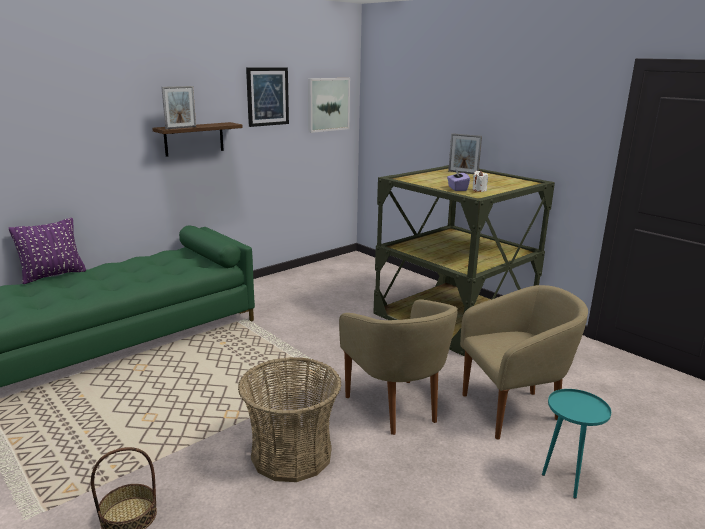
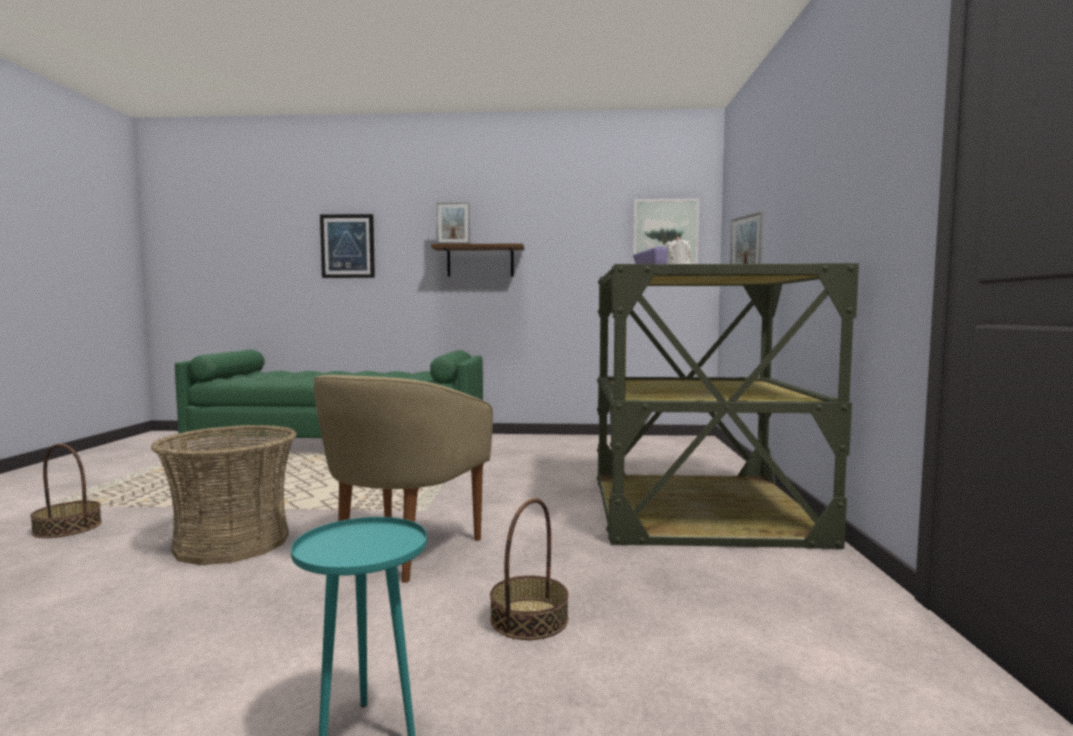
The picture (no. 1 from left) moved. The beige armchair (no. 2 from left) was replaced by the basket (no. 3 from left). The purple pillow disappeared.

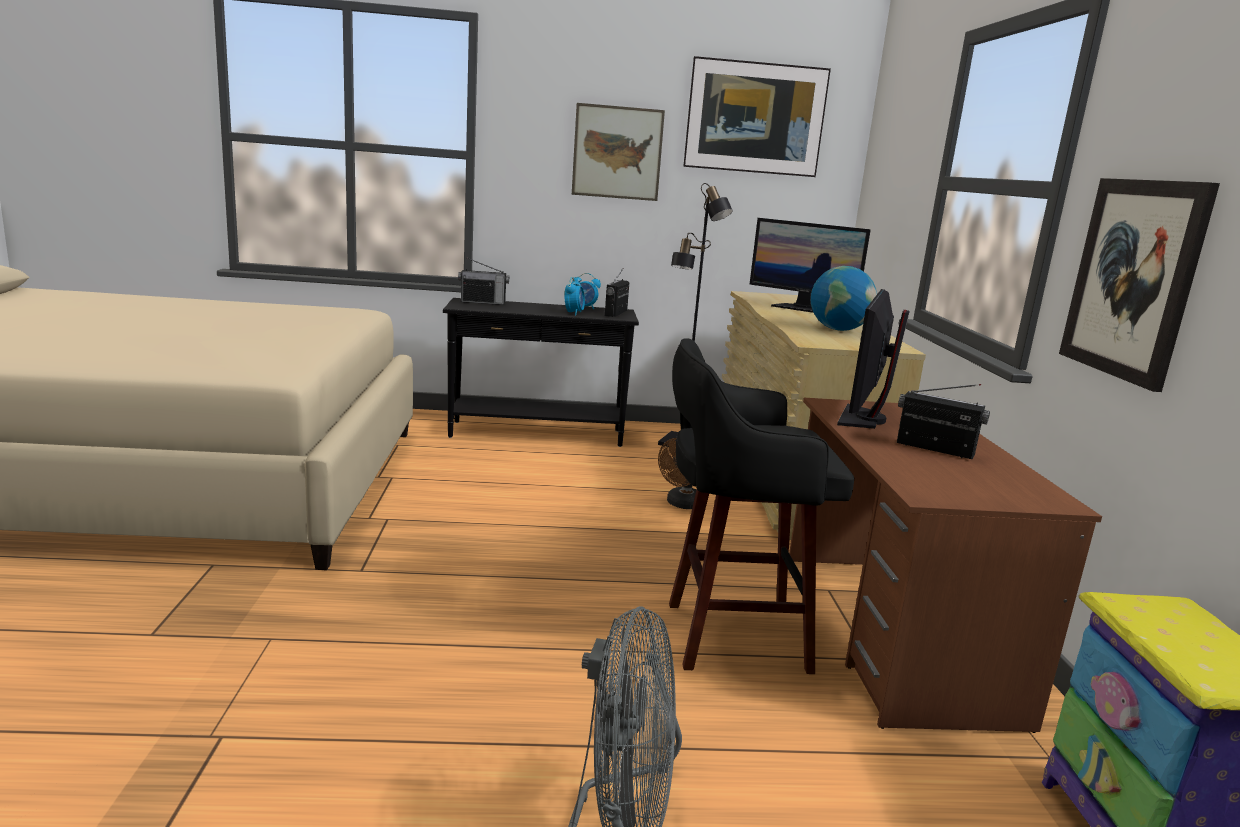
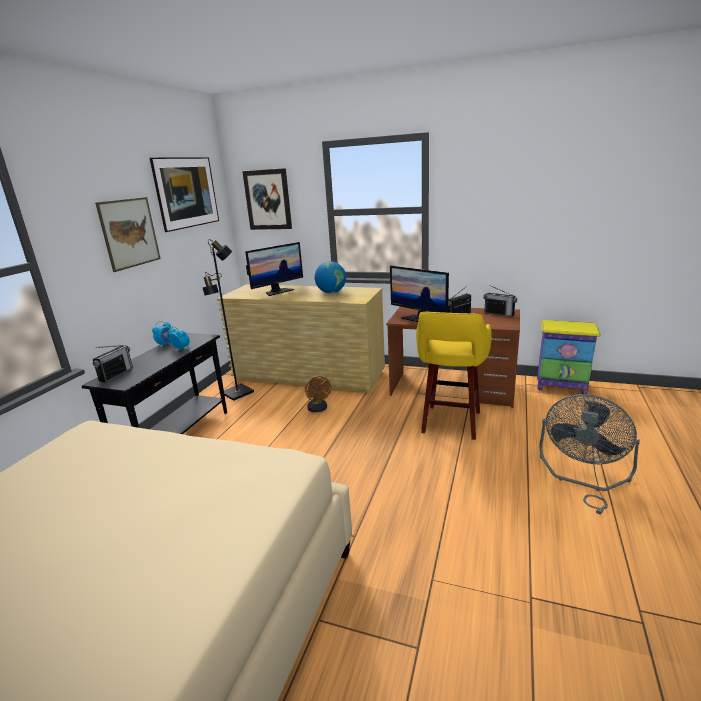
The picture (no. 3 from left) moved. The black stool became the yellow stool. The radio (no. 2 from left in the first image) moved.

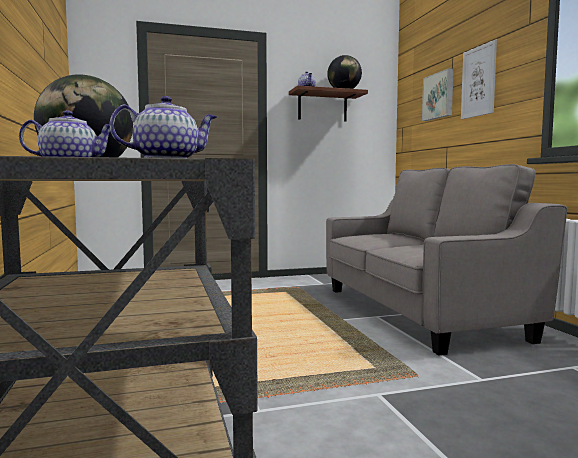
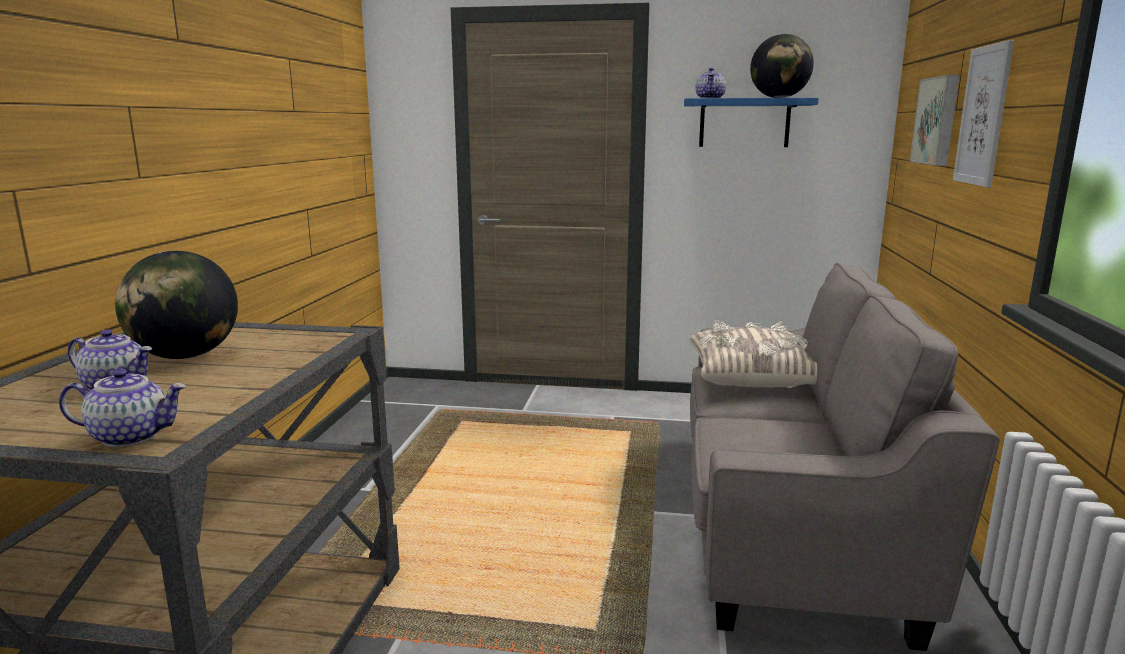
The brown shelf became the blue shelf. The beige pillow appeared.

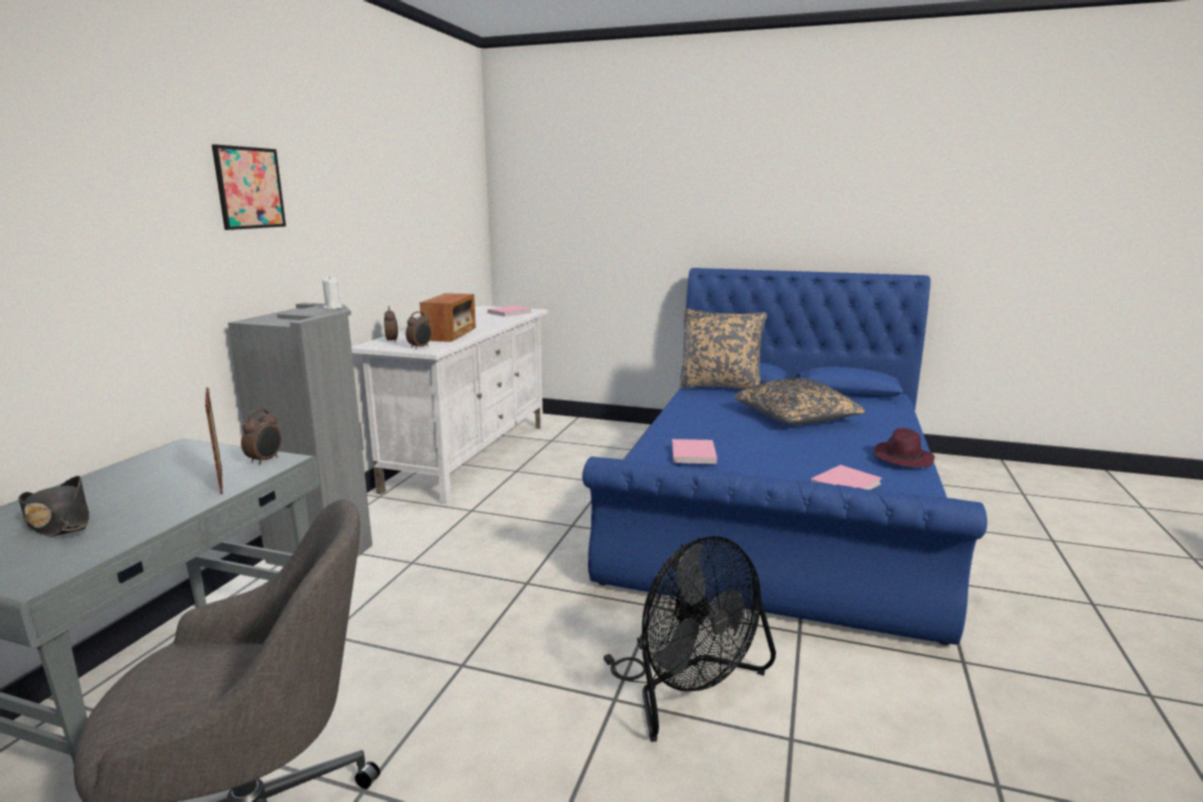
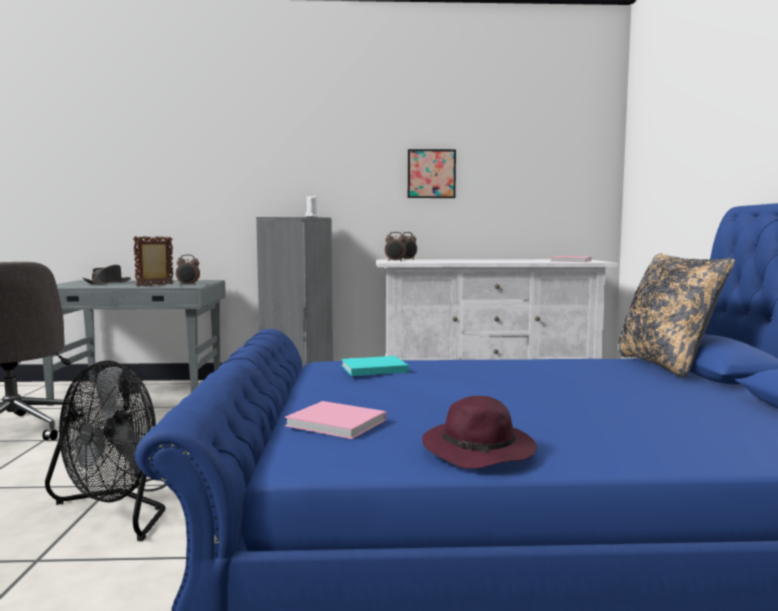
The pink book (no. 2 from left) became the turquoise book. The picture moved. The radio disappeared. The grey pillow (no. 2 from left) disappeared.

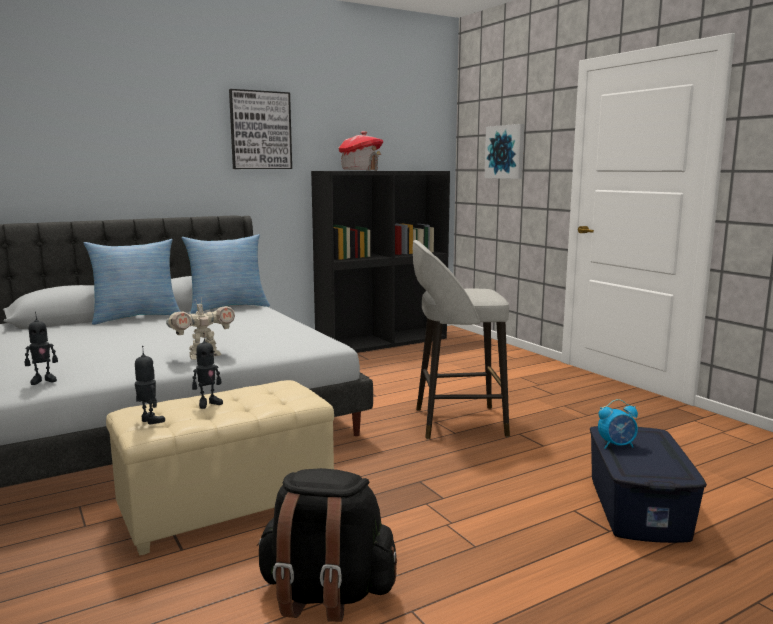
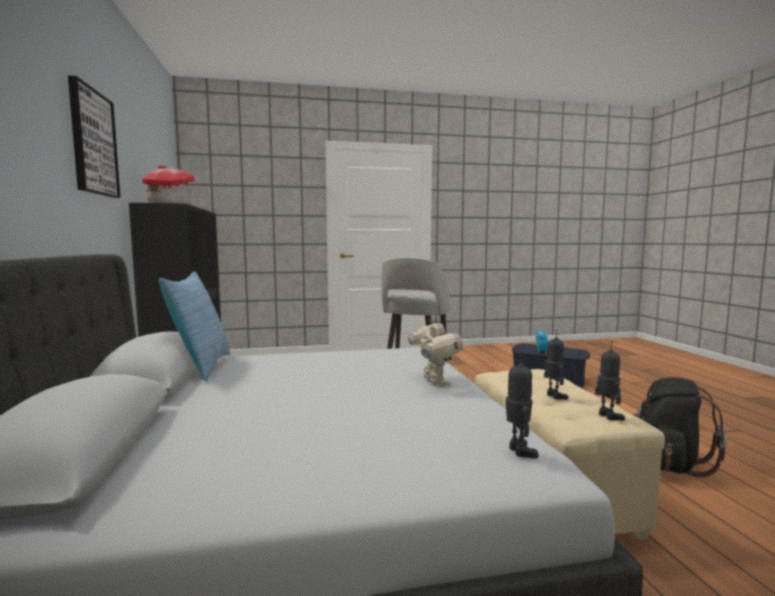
The toy robot (no. 2 from left in the first image) turned 105 degrees clockwise. The pillow (no. 1 from left) disappeared. The picture (no. 2 from left) disappeared.

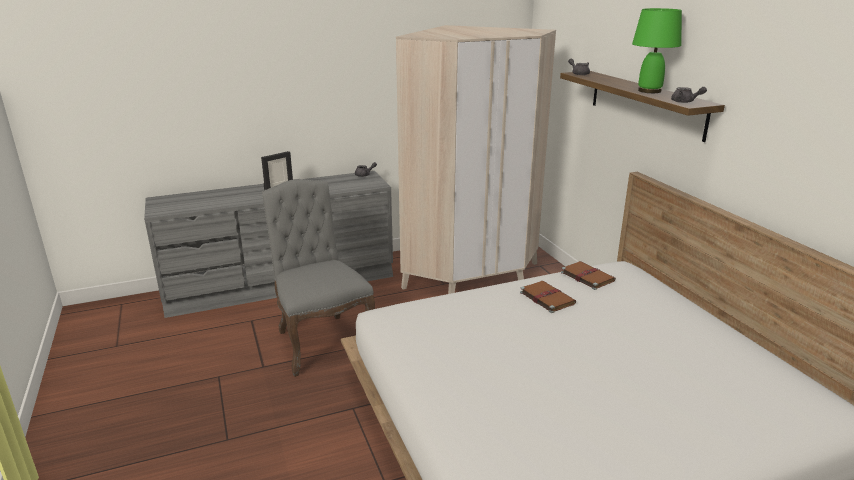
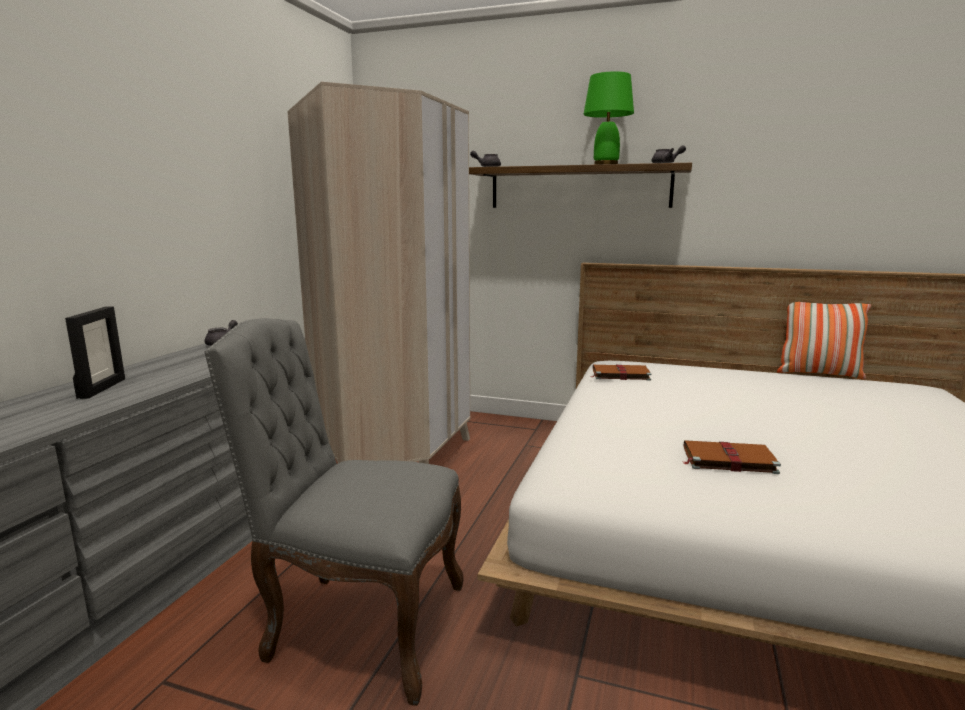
The brown book (no. 1 from left in the first image) moved. The pillow appeared.

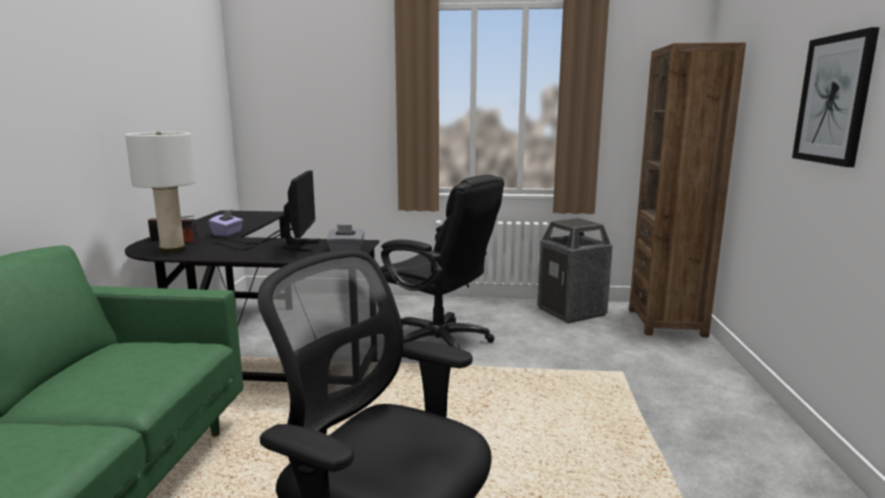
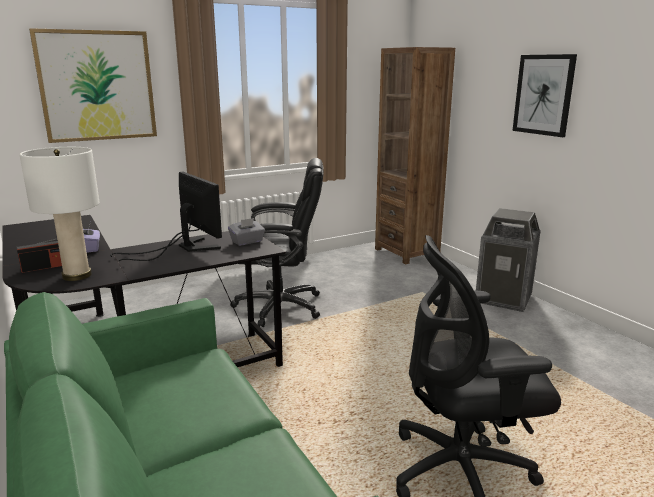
The picture (no. 1 from left) appeared. The trash can moved.

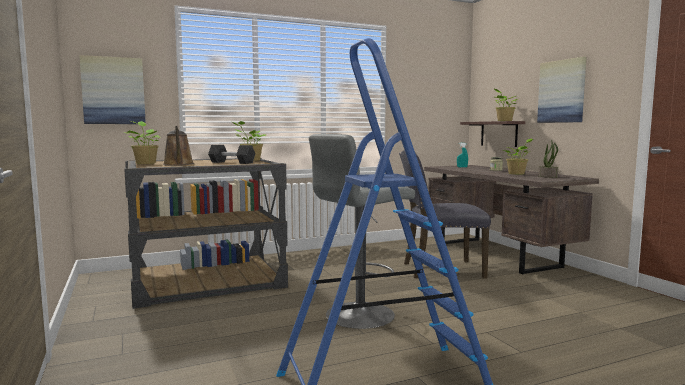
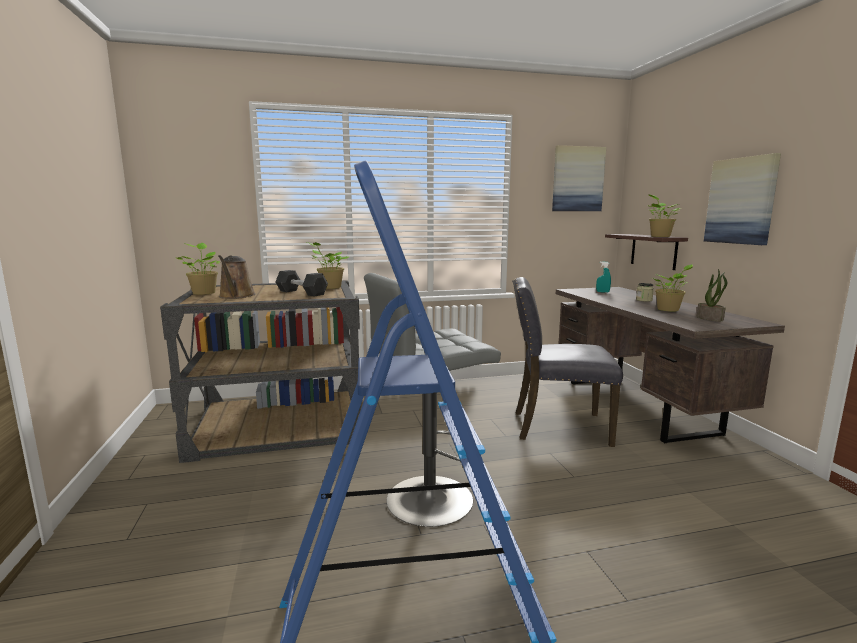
The picture (no. 1 from left) moved.

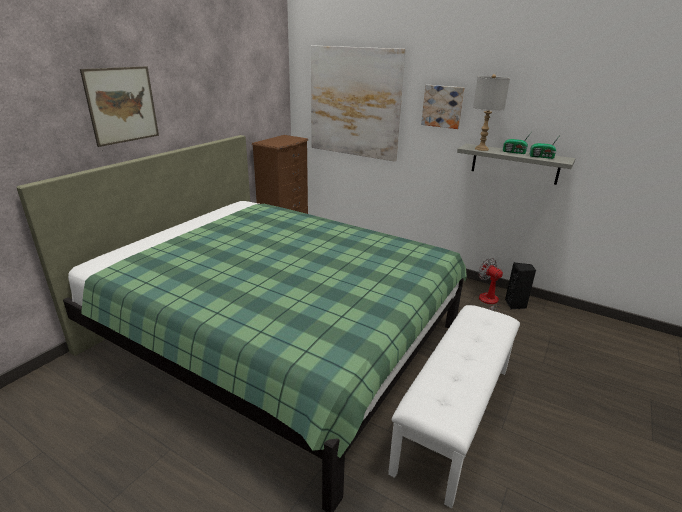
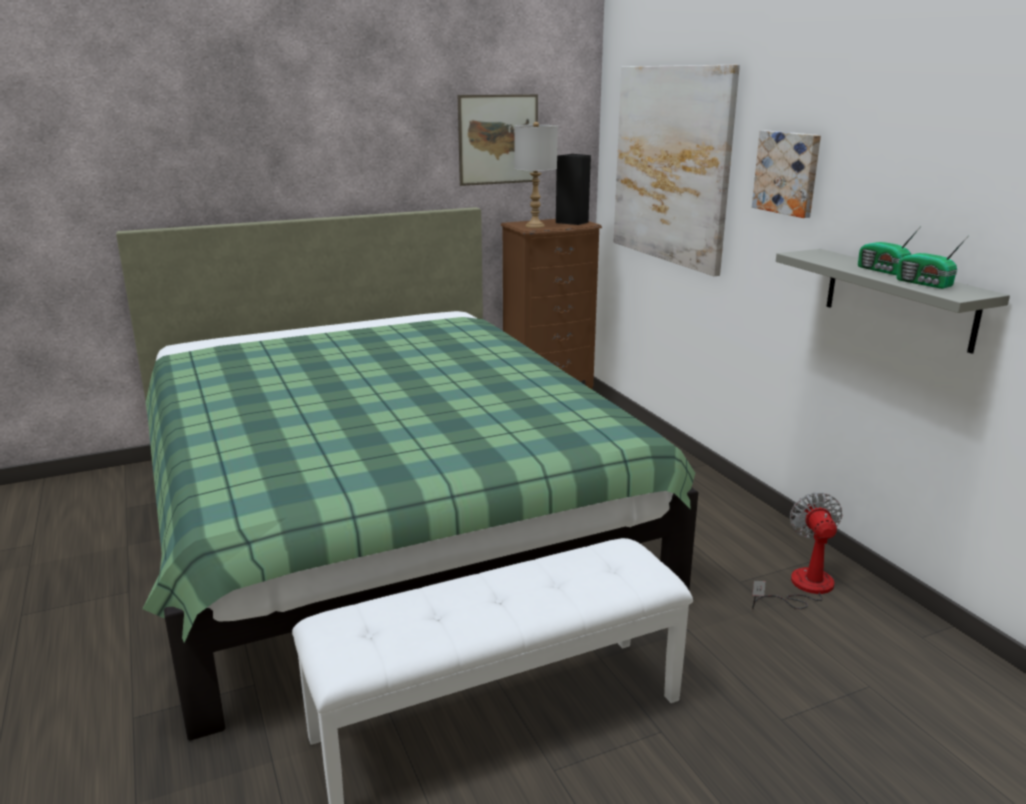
The picture (no. 1 from left) moved. The grey table lamp moved. The black speaker moved.

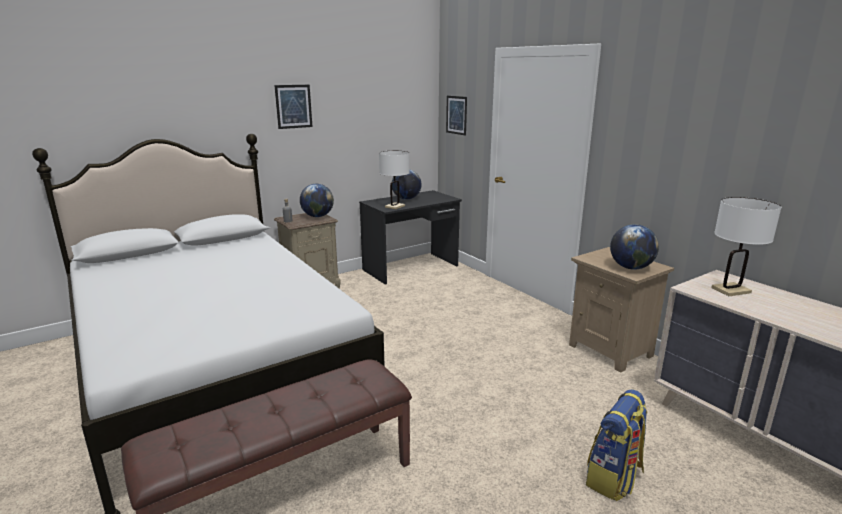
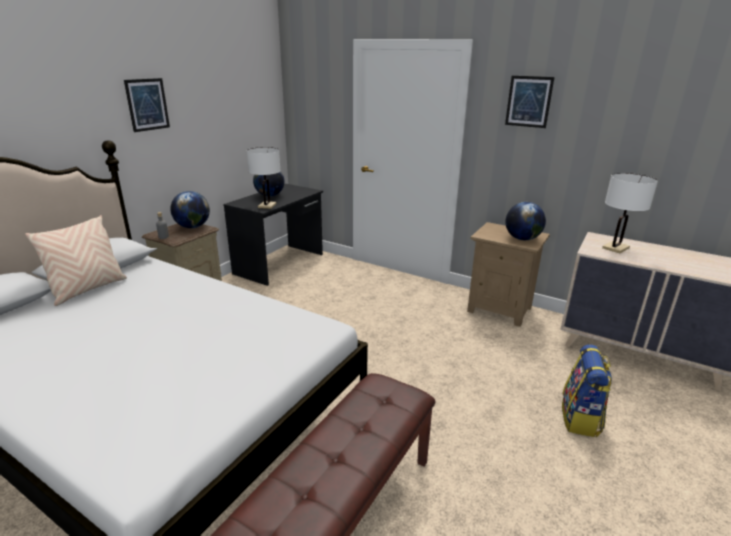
The beige pillow appeared. The picture (no. 2 from left) moved.

